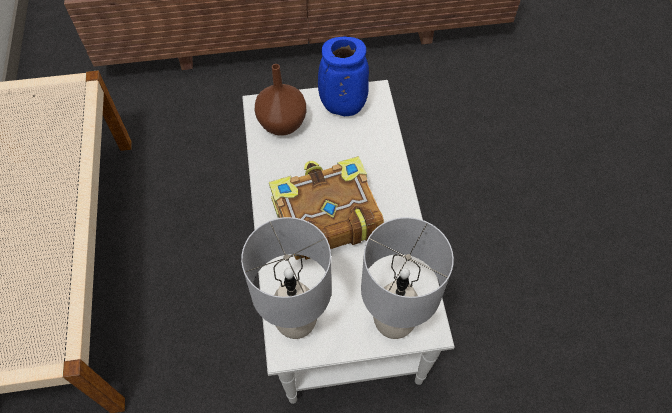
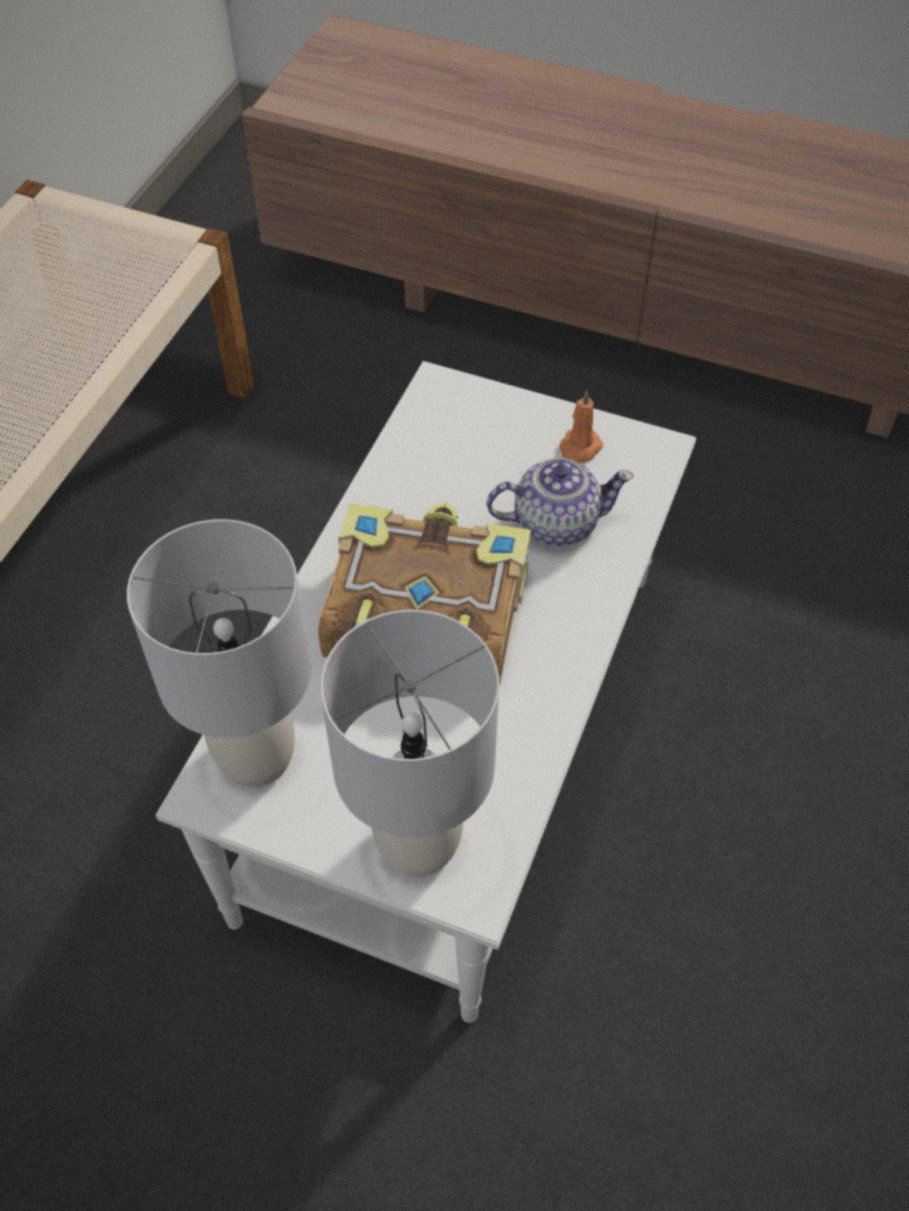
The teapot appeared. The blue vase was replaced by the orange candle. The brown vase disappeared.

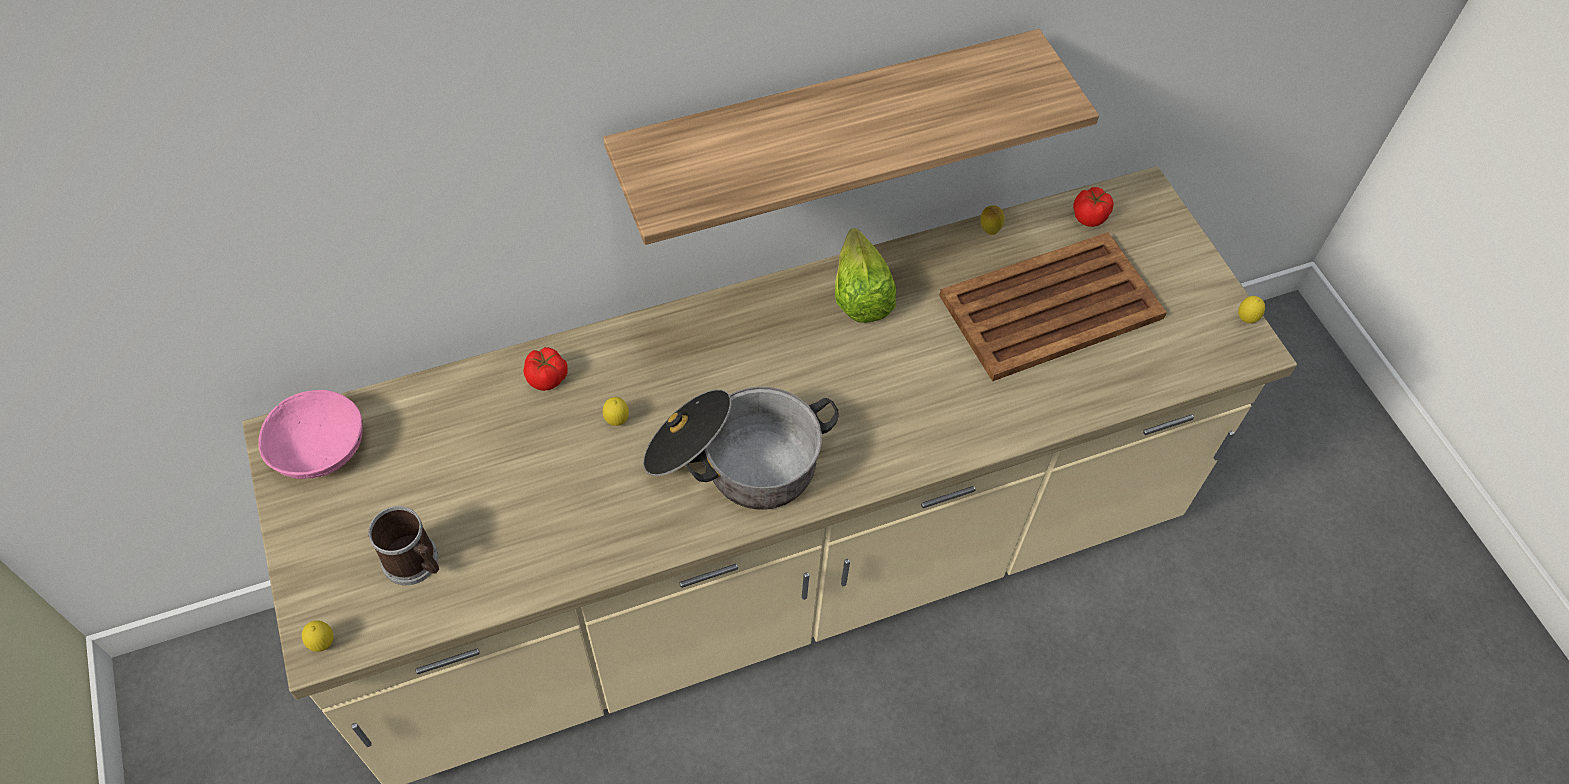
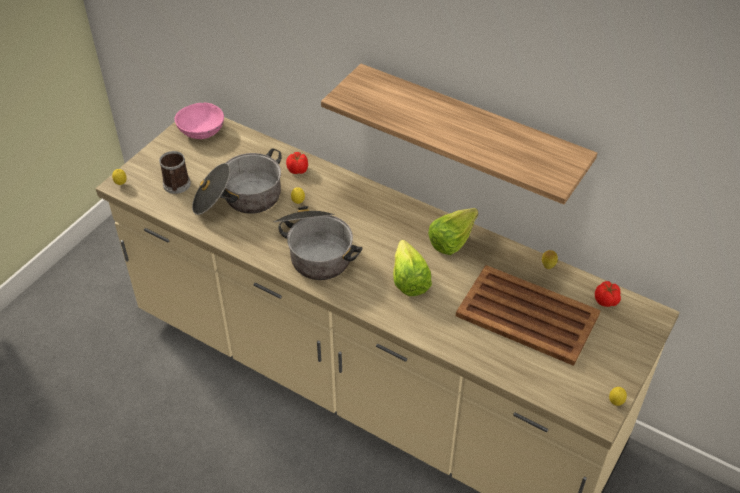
The cooking pot (no. 1 from left) appeared. The lettuce (no. 1 from left) appeared.

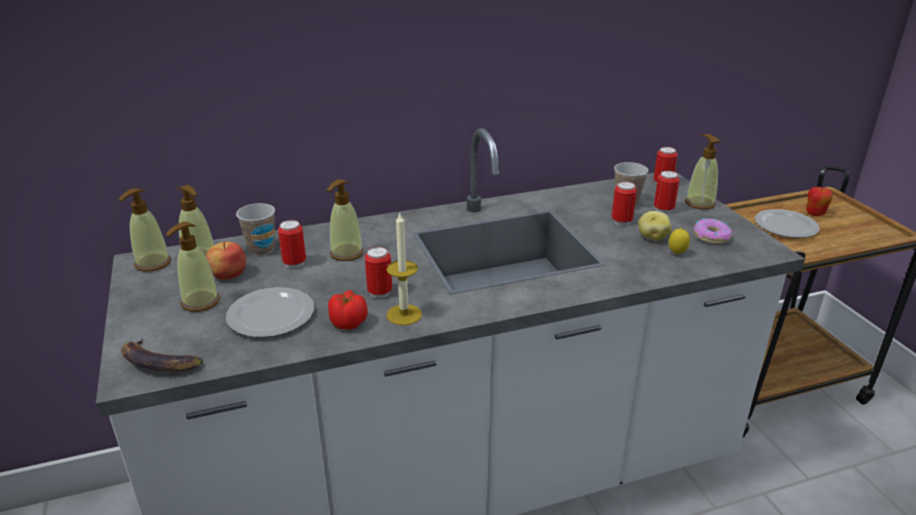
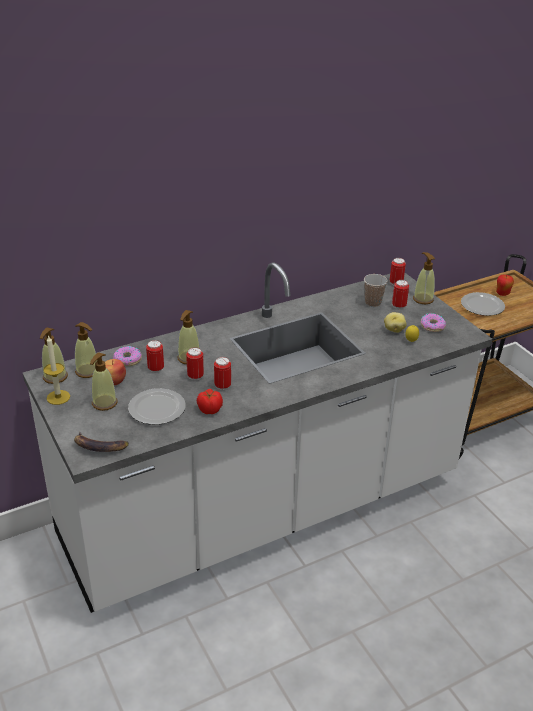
The candle moved. The cup (no. 1 from left) was replaced by the donut (no. 1 from left). The can (no. 3 from left in the first image) moved.

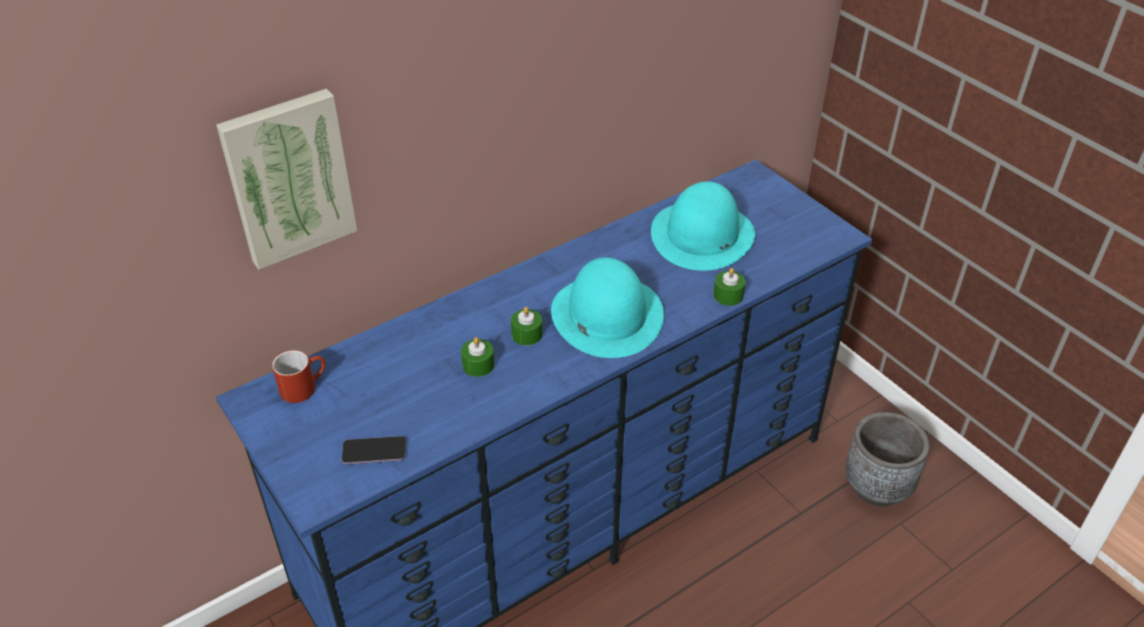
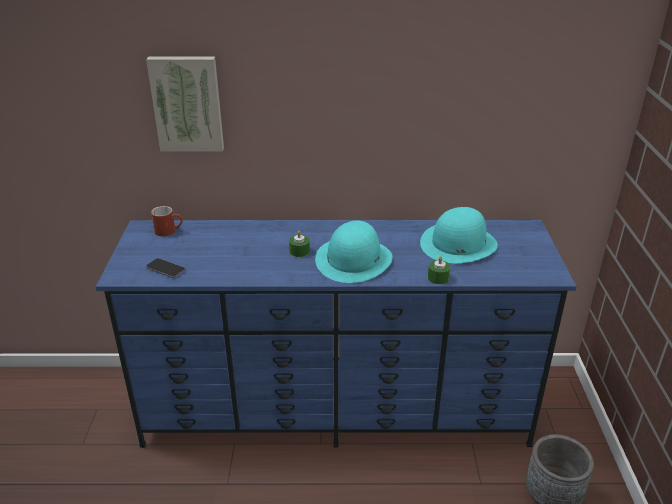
The green candle (no. 1 from left) disappeared.

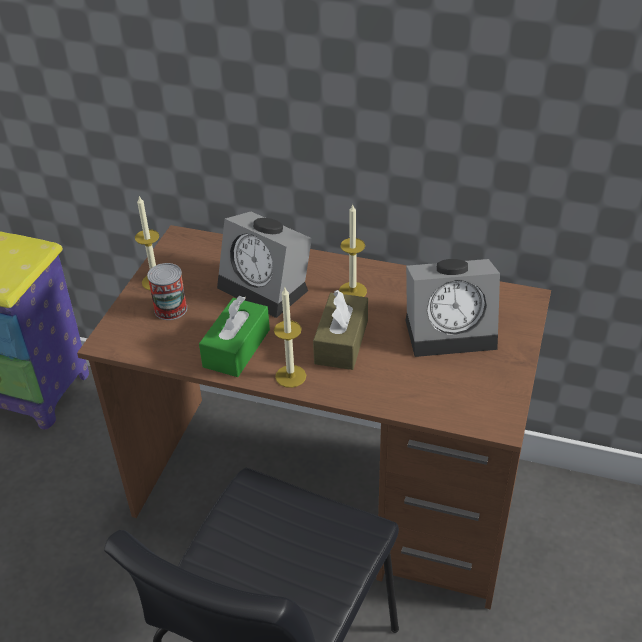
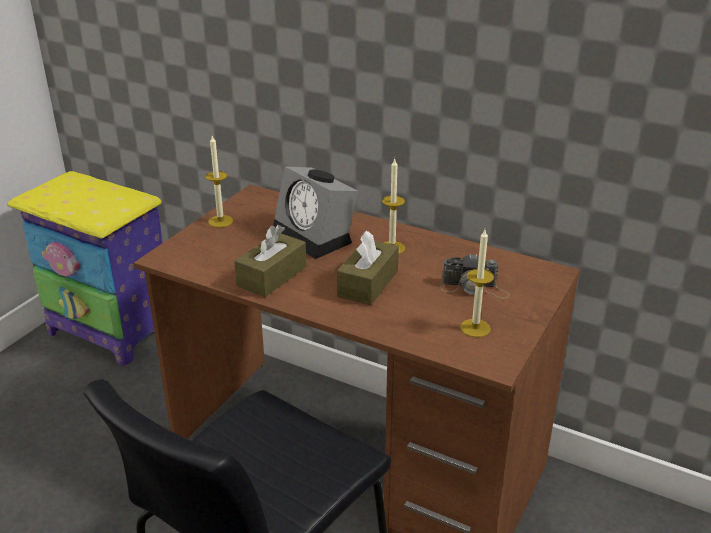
The green tissue box became the brown tissue box (no. 1 from left). The alarm clock (no. 2 from left) was replaced by the photo camera. The candle (no. 2 from left in the first image) moved. The can disappeared.

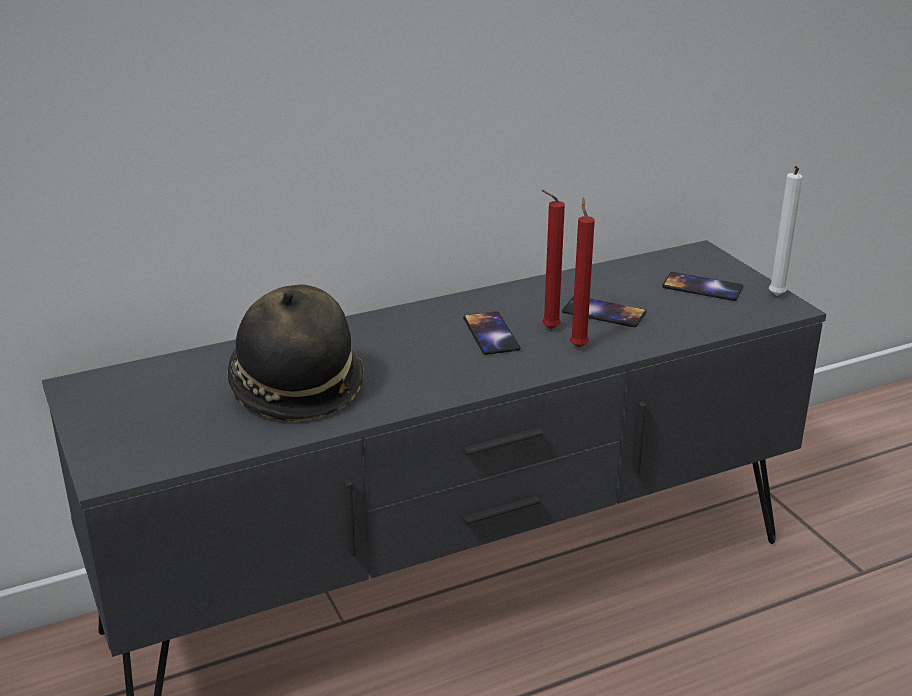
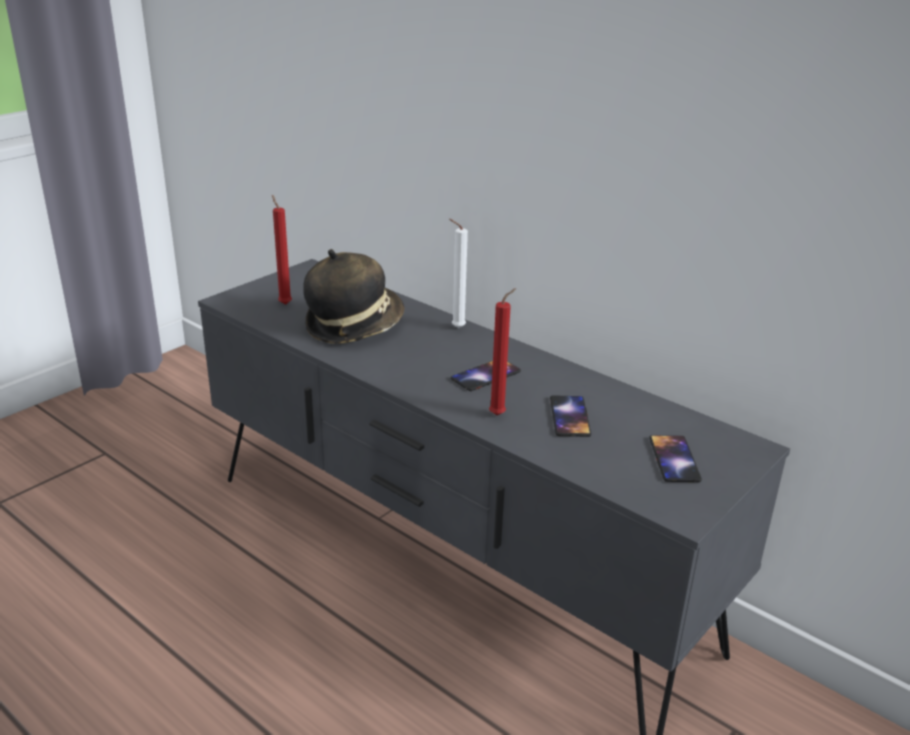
The red candle (no. 1 from left) moved. The white candle moved.

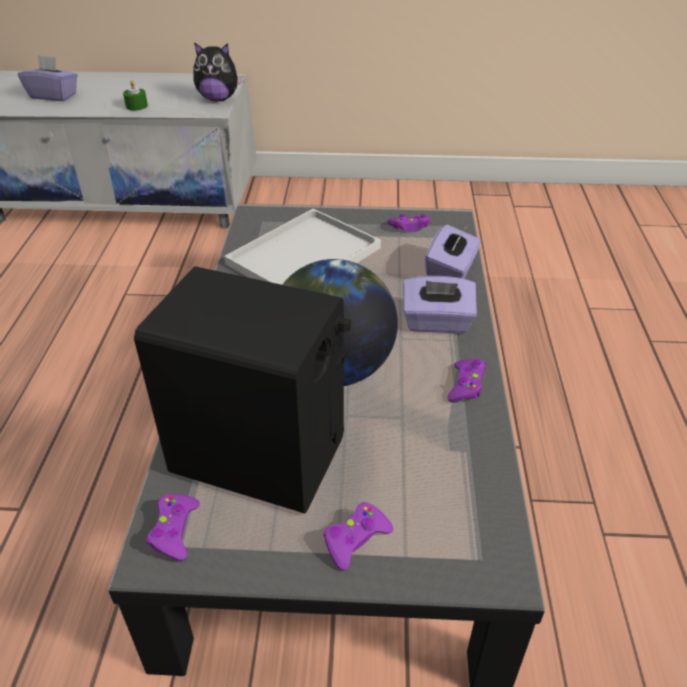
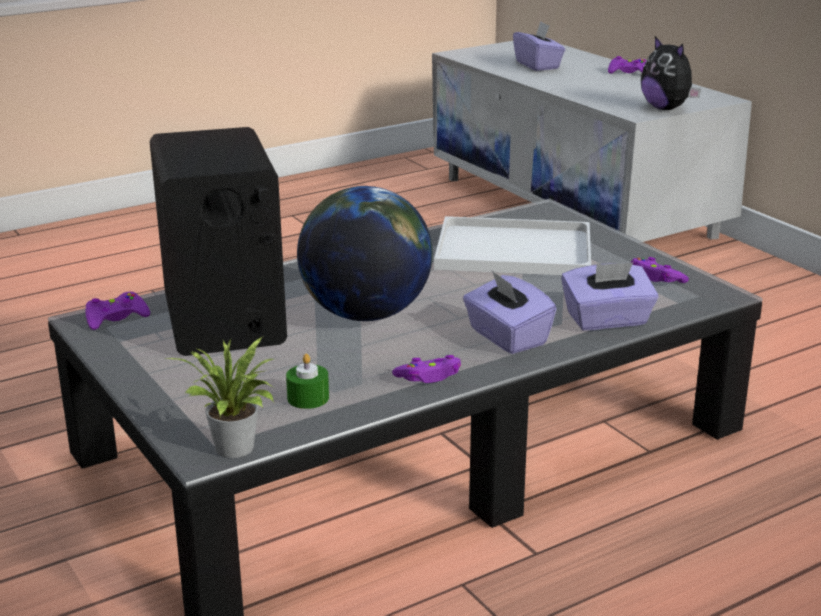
The potted plant appeared. The green candle moved. The purple game controller (no. 2 from left in the first image) moved.

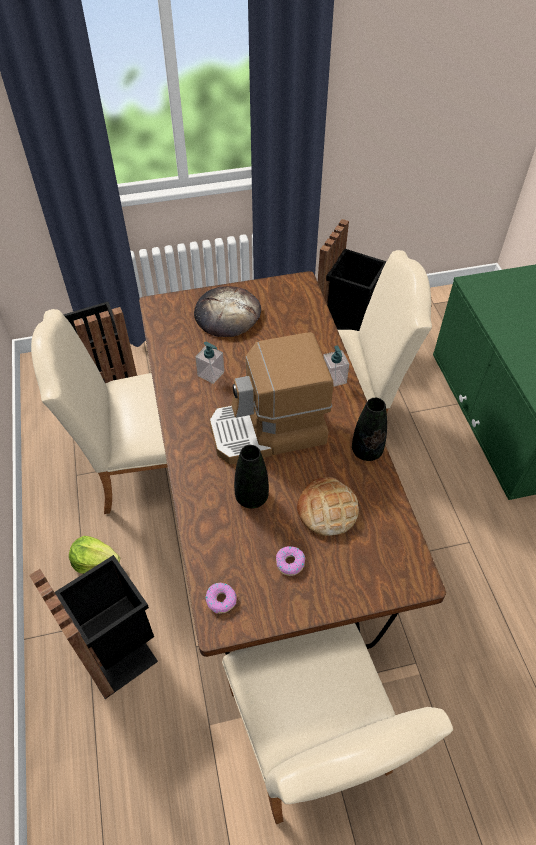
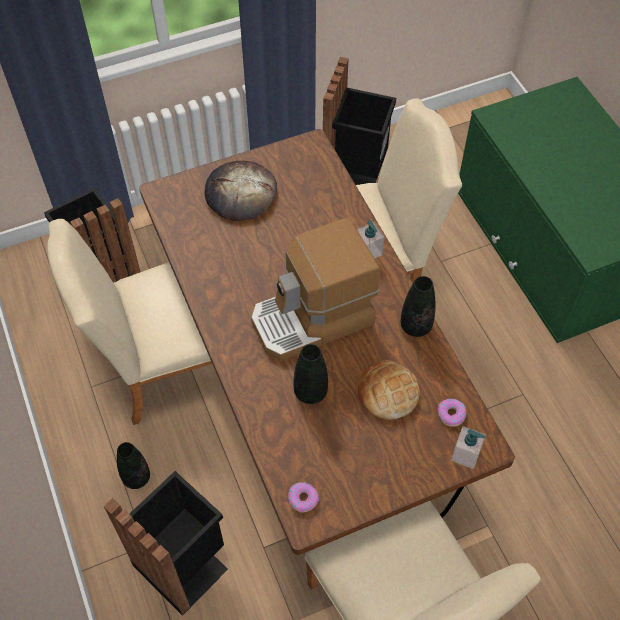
The lettuce was replaced by the black vase (no. 1 from left). The donut (no. 2 from left) moved. The soap dispenser (no. 1 from left in the first image) moved.

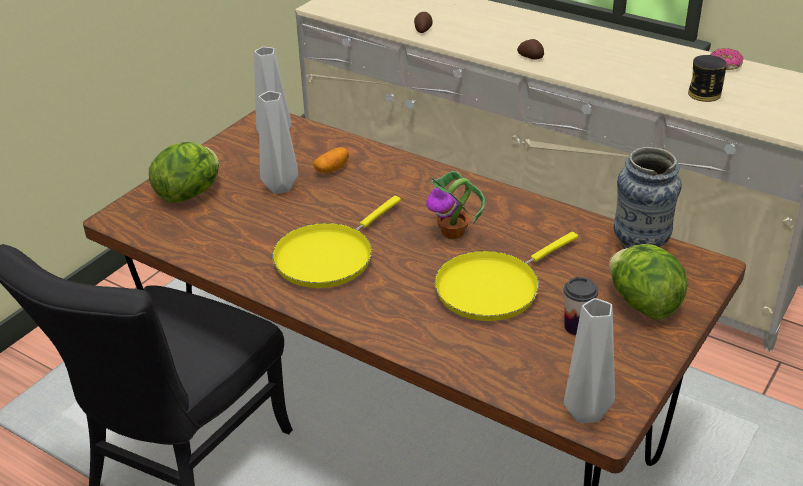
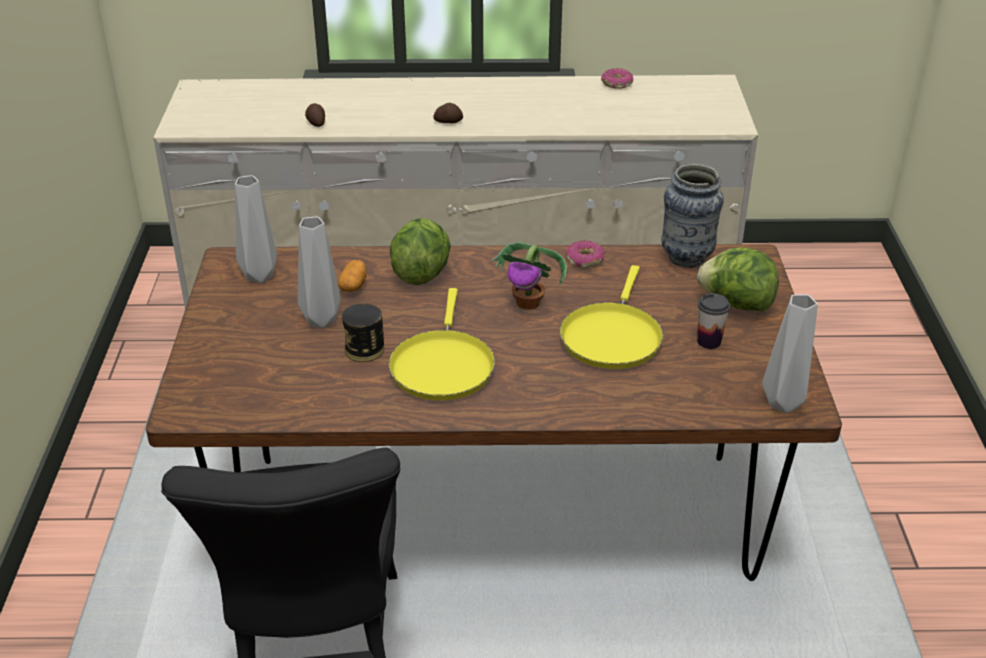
The can moved. The lettuce (no. 1 from left) moved. The donut (no. 1 from left) appeared.

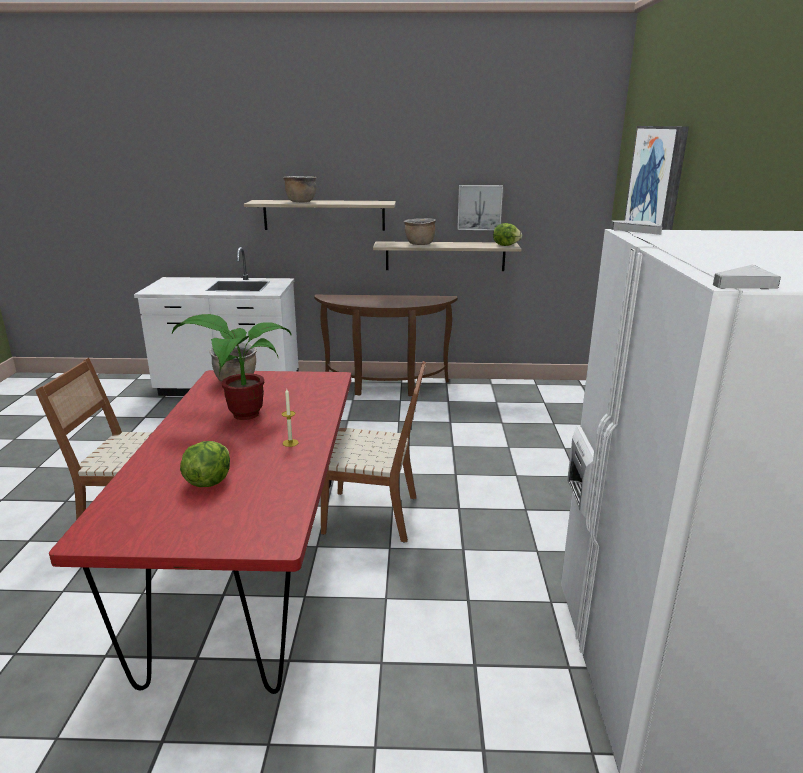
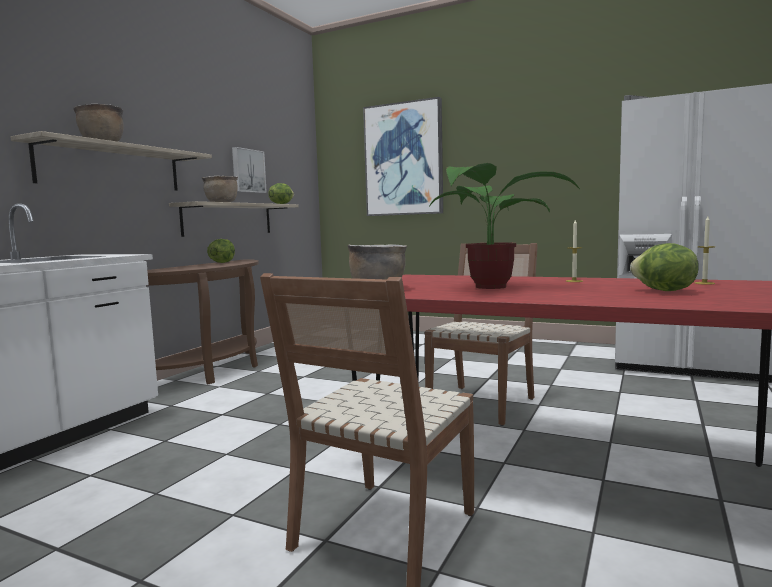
The lettuce (no. 1 from left) appeared. The candle (no. 2 from left) appeared.

